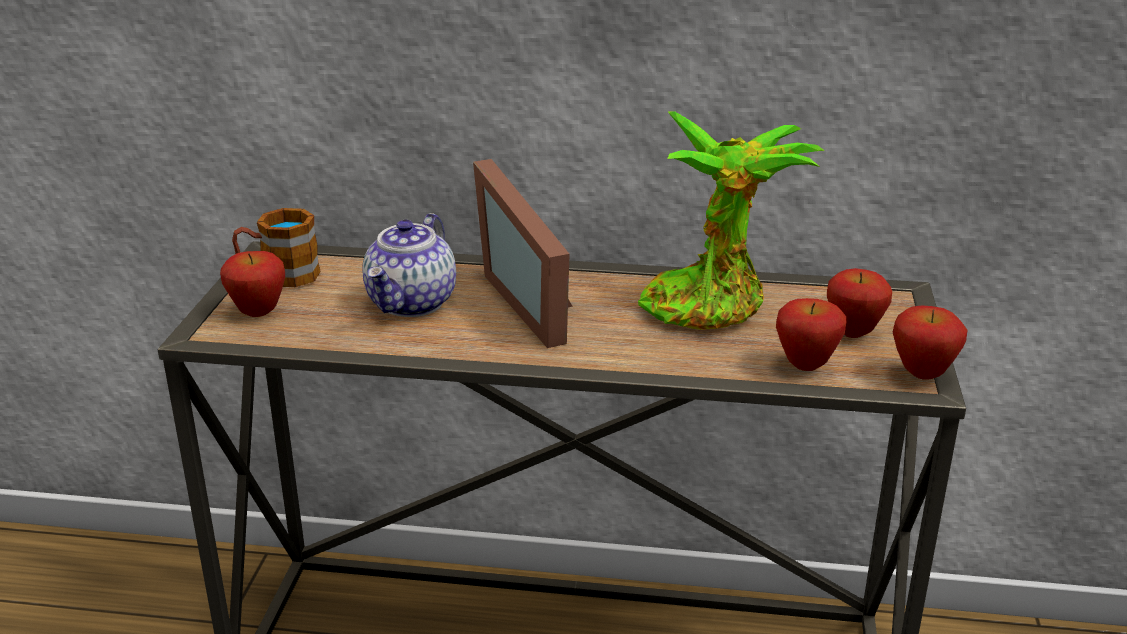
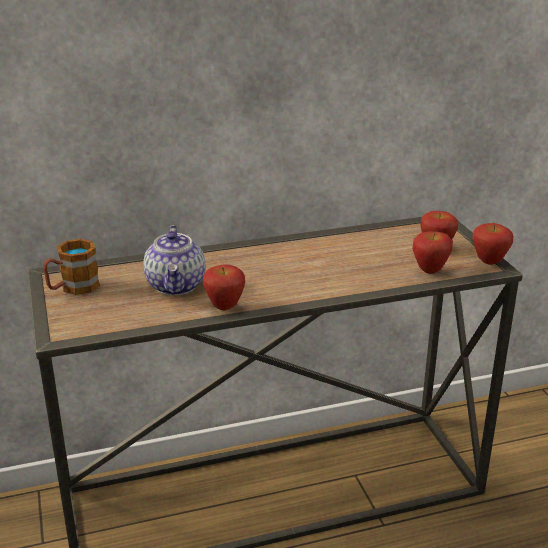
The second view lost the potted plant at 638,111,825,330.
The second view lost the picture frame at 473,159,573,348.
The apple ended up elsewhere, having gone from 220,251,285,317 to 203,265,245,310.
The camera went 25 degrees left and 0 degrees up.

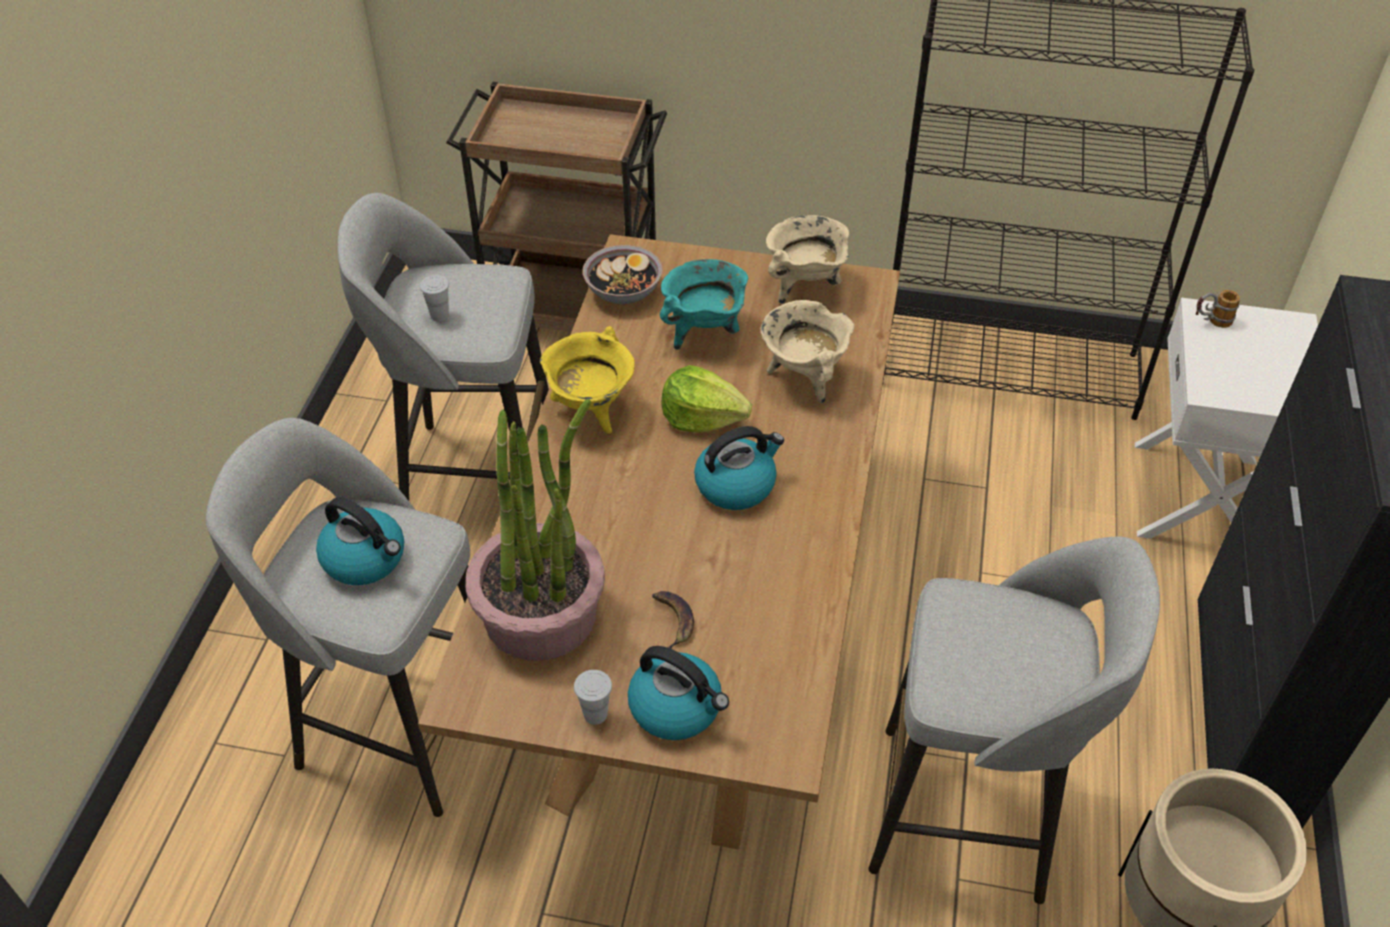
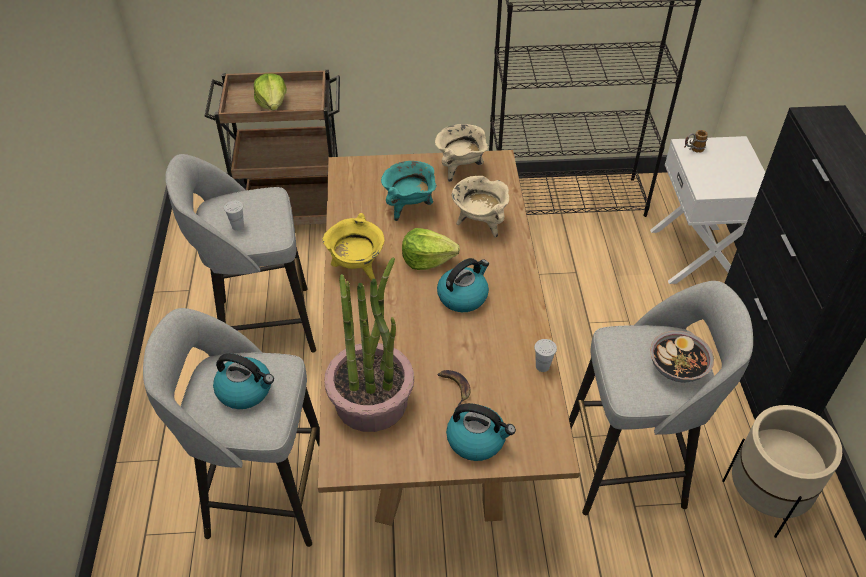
The bowl ended up elsewhere, having gone from 583,245,663,304 to 650,331,714,383.
The white cup ended up elsewhere, having gone from 574,670,612,725 to 534,339,557,372.
The second view gained the lettuce at 254,73,286,110.
The camera went 15 degrees left and 0 degrees up.

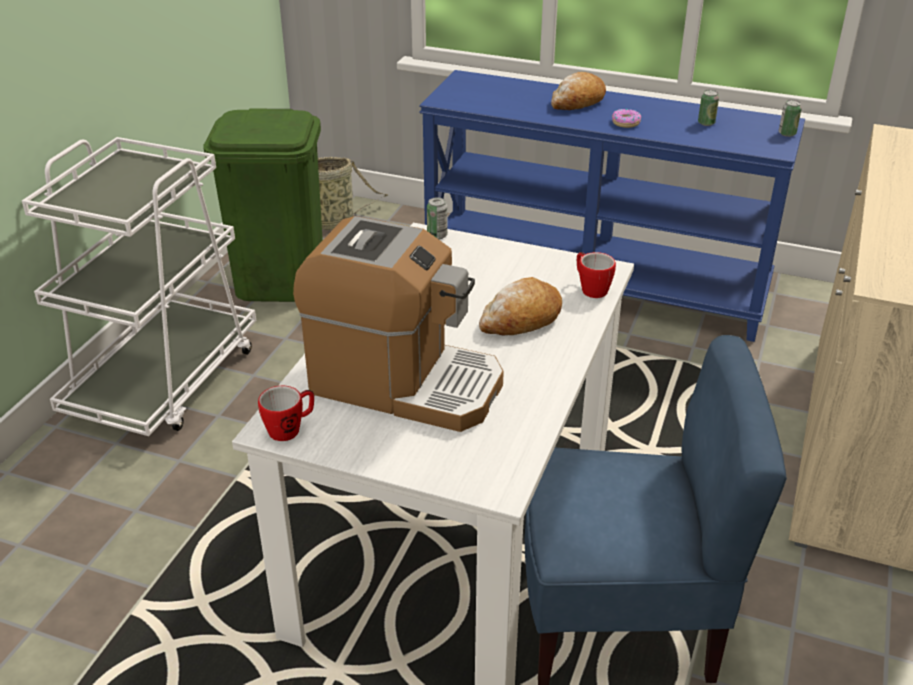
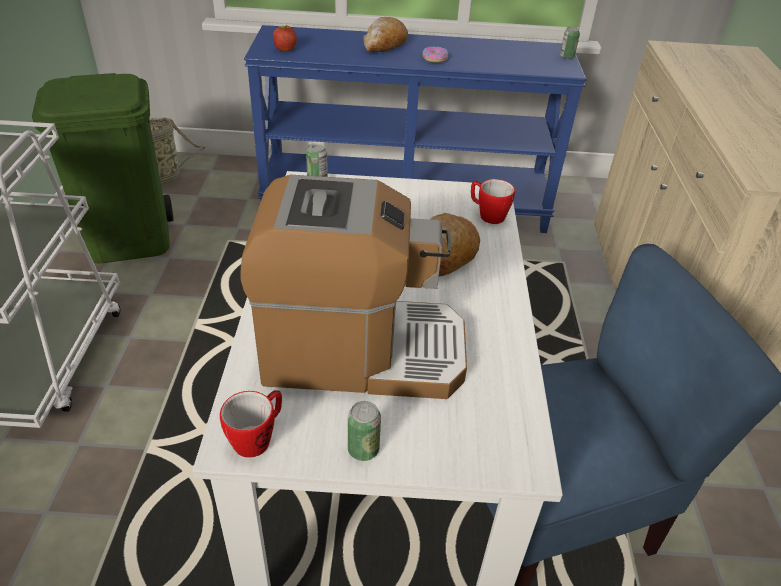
The can ended up elsewhere, having gone from 698,90,719,126 to 348,401,381,461.
The second view gained the apple at 273,25,297,51.
The camera went 20 degrees left and 5 degrees up.

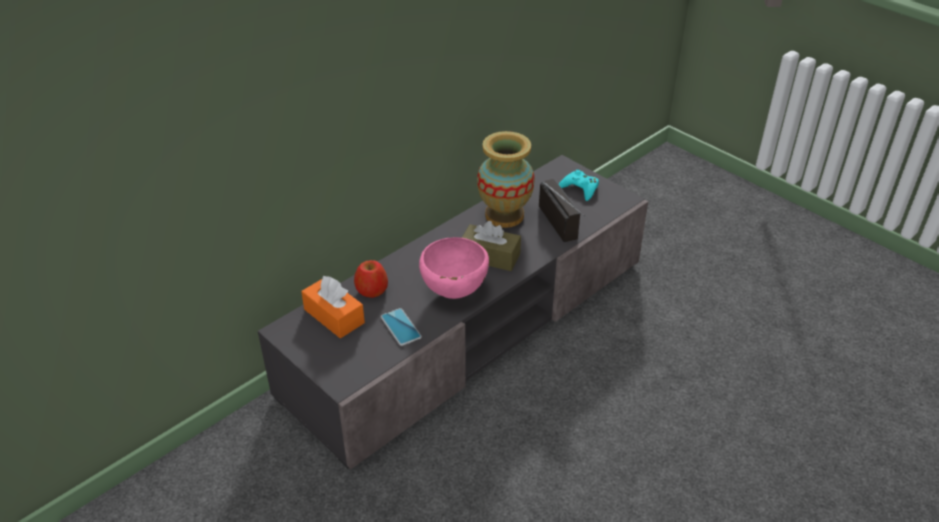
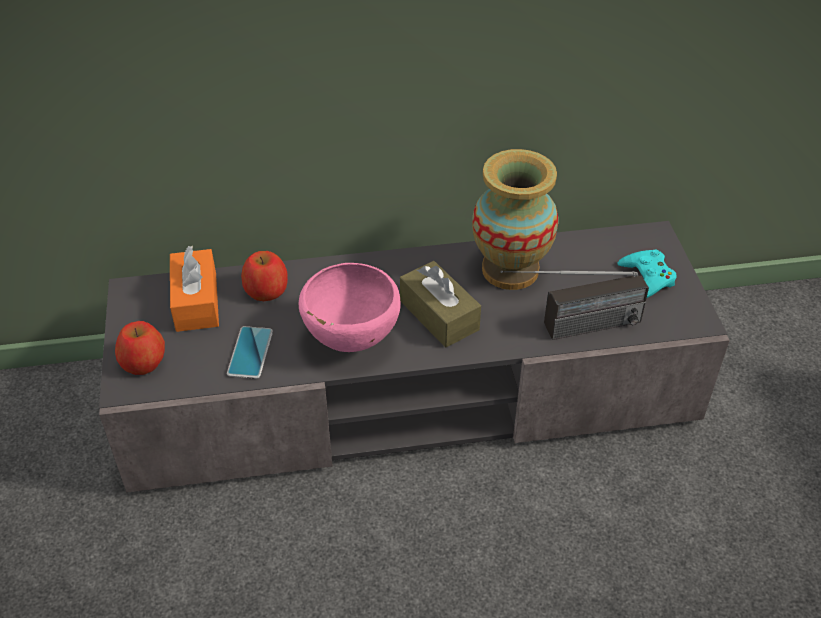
The radio at 539,179,586,242 ended up facing another way, 60 degrees clockwise from before.
The second view gained the apple at 115,321,165,375.
The camera went 35 degrees right and 5 degrees up.

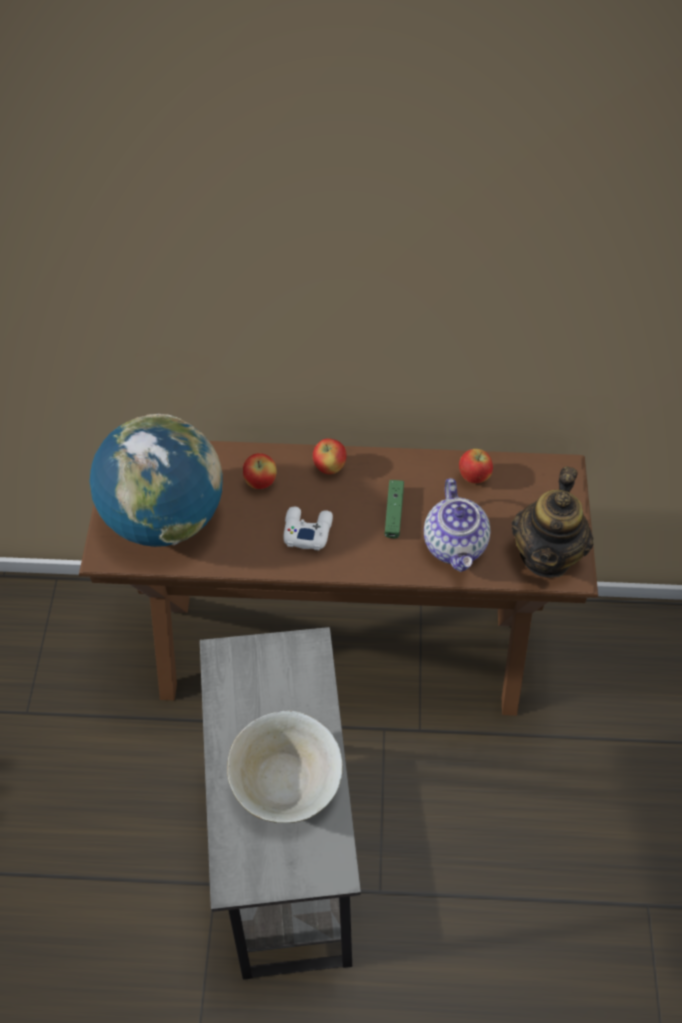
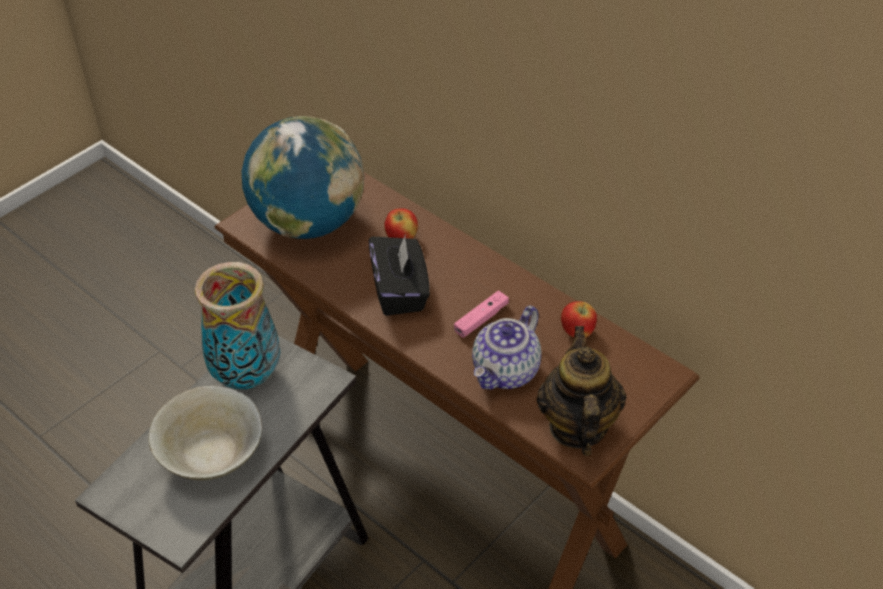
The second view lost the apple at 313,438,347,474.
The teapot at 511,466,594,578 ended up facing another way, 120 degrees clockwise from before.
What was the green game controller at 385,480,404,538 turned into the pink game controller at 454,291,509,338.
Where the white game controller stood at 283,507,333,551, the black tissue box came to stand at 369,234,430,316.
The second view gained the vase at 195,262,281,389.
The camera went 40 degrees right and 10 degrees down.

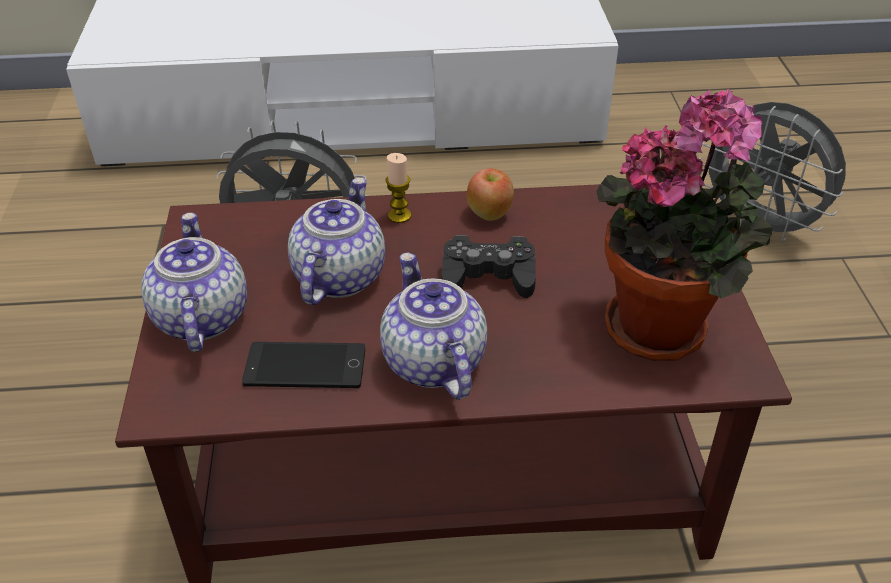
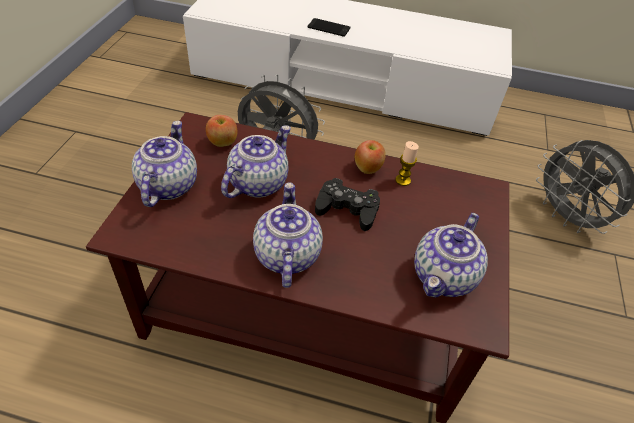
Where the potted plant stood at 596,89,772,361, the teapot came to stand at 414,213,488,298.
The candle ended up elsewhere, having gone from 385,153,411,223 to 395,141,419,186.
The phone ended up elsewhere, having gone from 242,342,365,388 to 308,18,350,37.
The second view gained the apple at 206,115,237,147.
The camera went 15 degrees right and 5 degrees up.

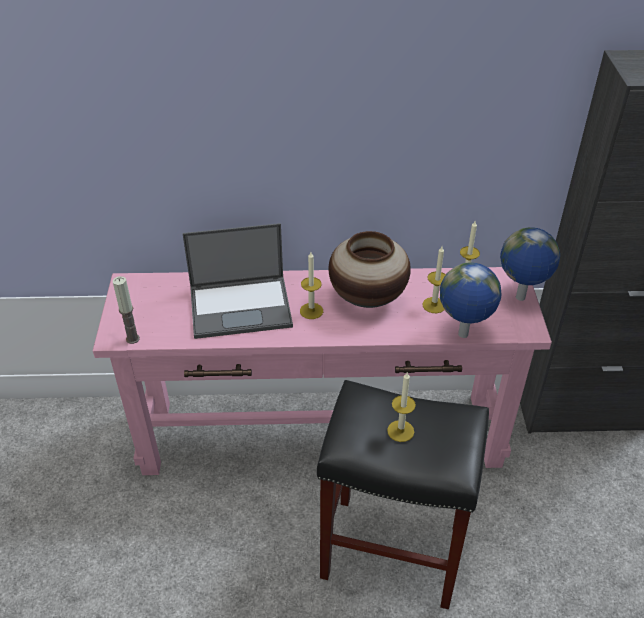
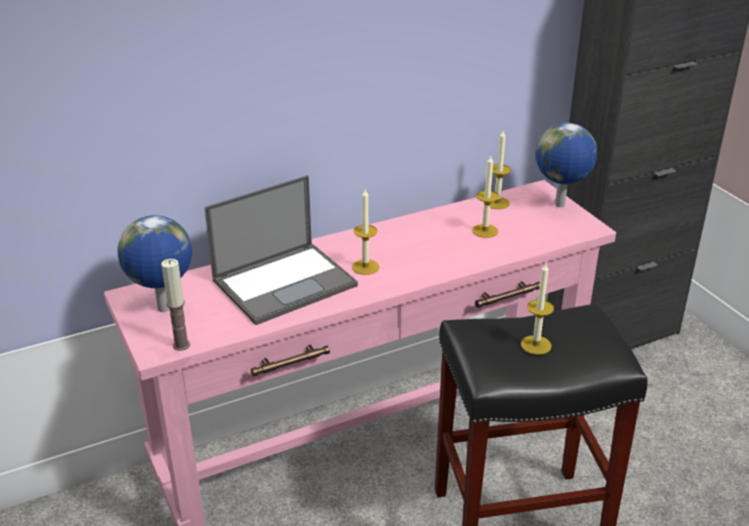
The second view lost the vase at 329,231,411,308.
The globe ended up elsewhere, having gone from 440,262,501,338 to 117,215,192,312.
The camera went 25 degrees left and 10 degrees down.

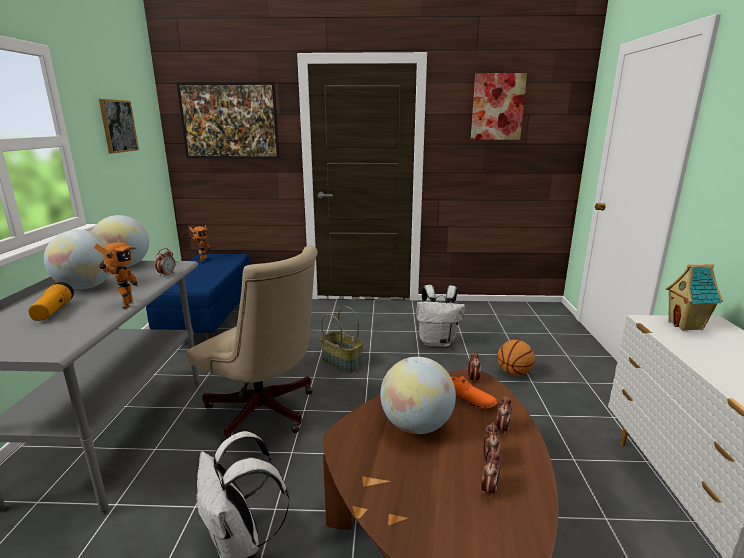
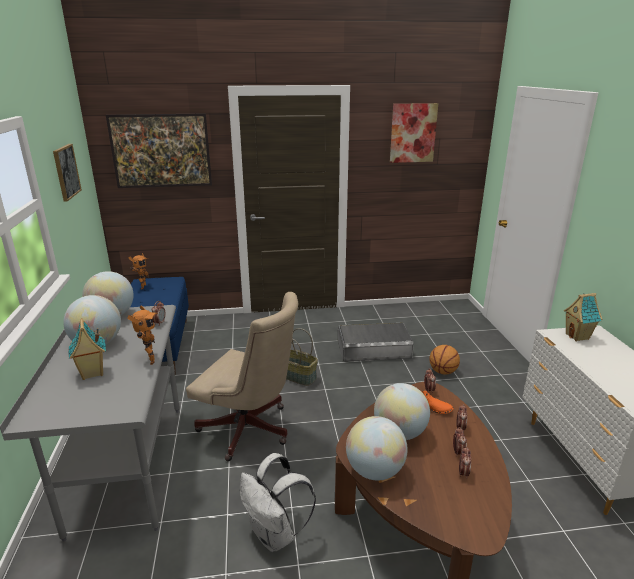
Where the flashlight stood at 28,282,74,321, the toy house came to stand at 69,318,106,380.
Where the white backpack stood at 416,285,465,347, the grey storage box came to stand at 338,323,414,362.
The second view gained the globe at 346,416,407,480.
The camera went 10 degrees left and 5 degrees up.

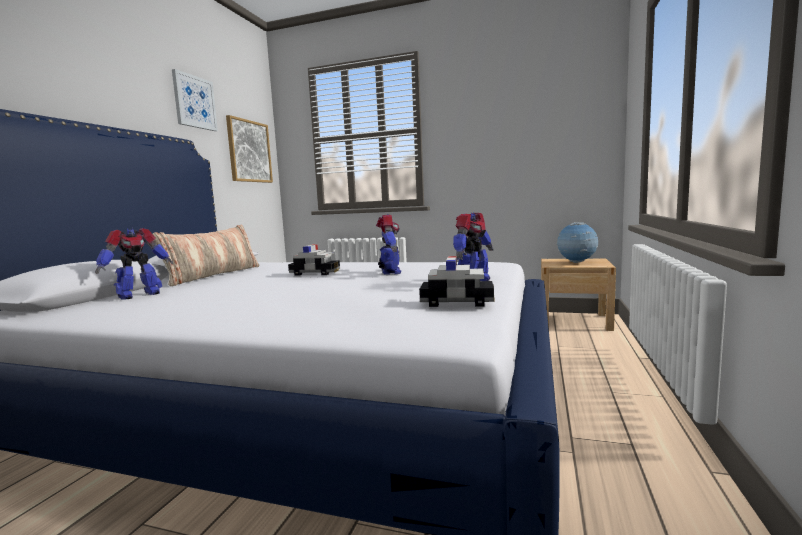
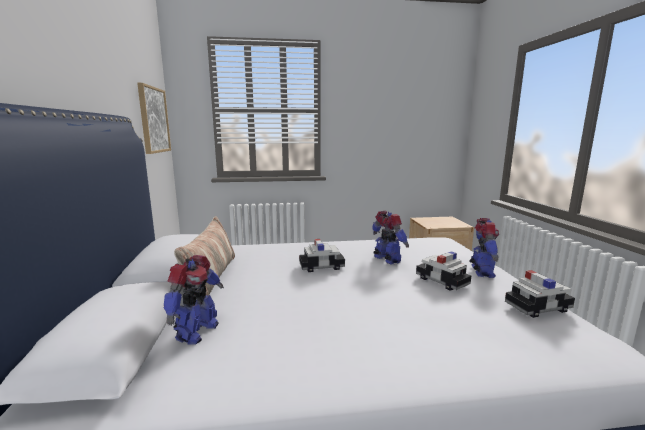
The second view lost the picture at 172,69,218,131.
The second view lost the globe at 557,222,598,263.
The second view gained the toy car at 416,251,472,291.
The camera went 25 degrees left and 5 degrees up.

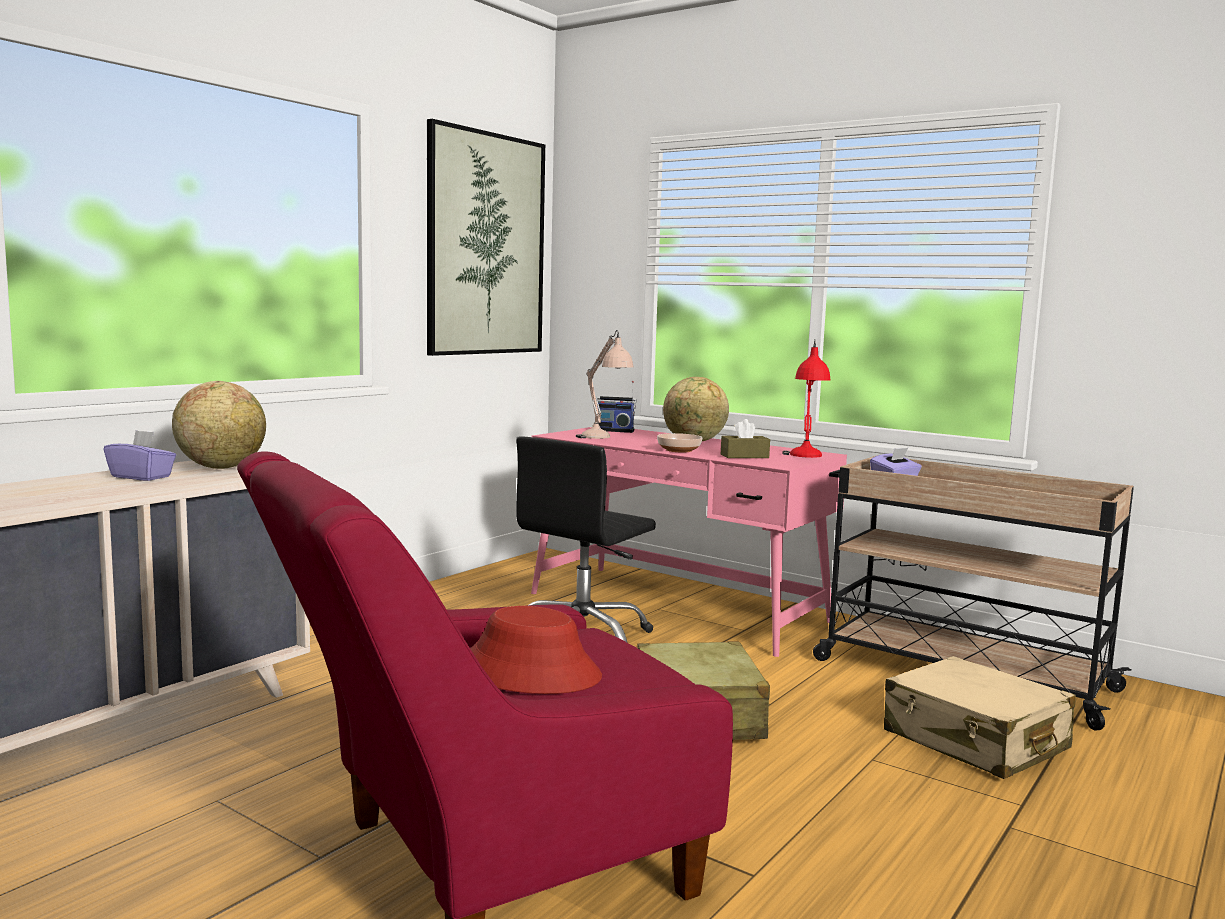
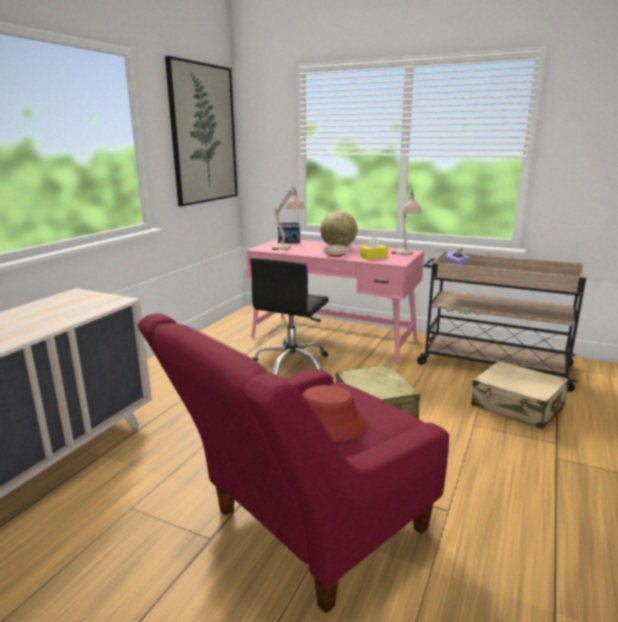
What was the red table lamp at 783,339,830,458 turned into the beige table lamp at 392,190,421,255.
The second view lost the globe at 172,381,266,469.
What was the brown tissue box at 721,419,770,458 turned into the yellow tissue box at 360,236,388,260.
The second view lost the purple tissue box at 104,430,176,481.
The camera went 10 degrees left and 10 degrees up.

